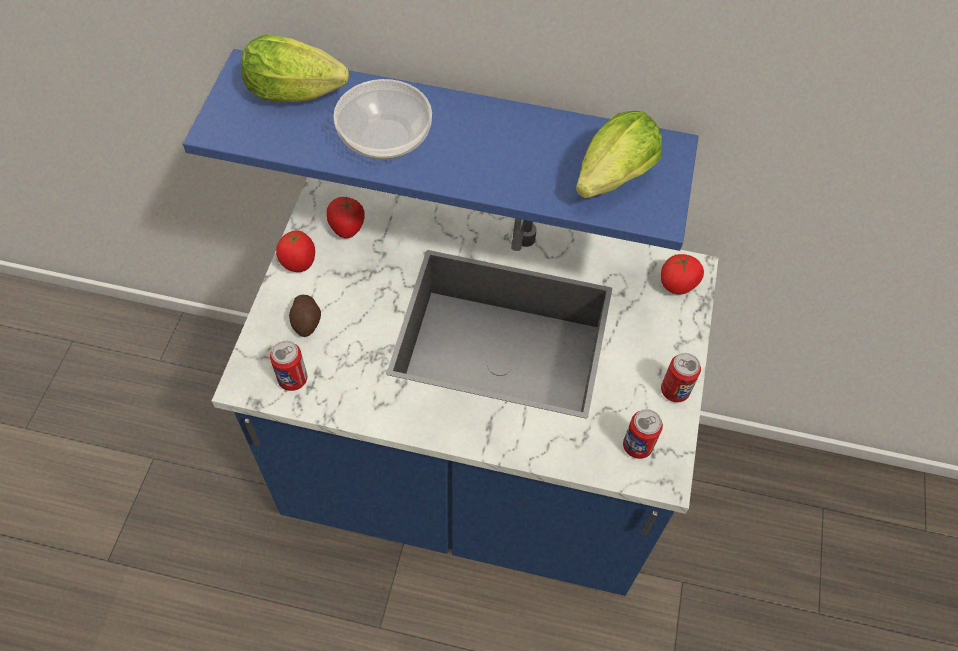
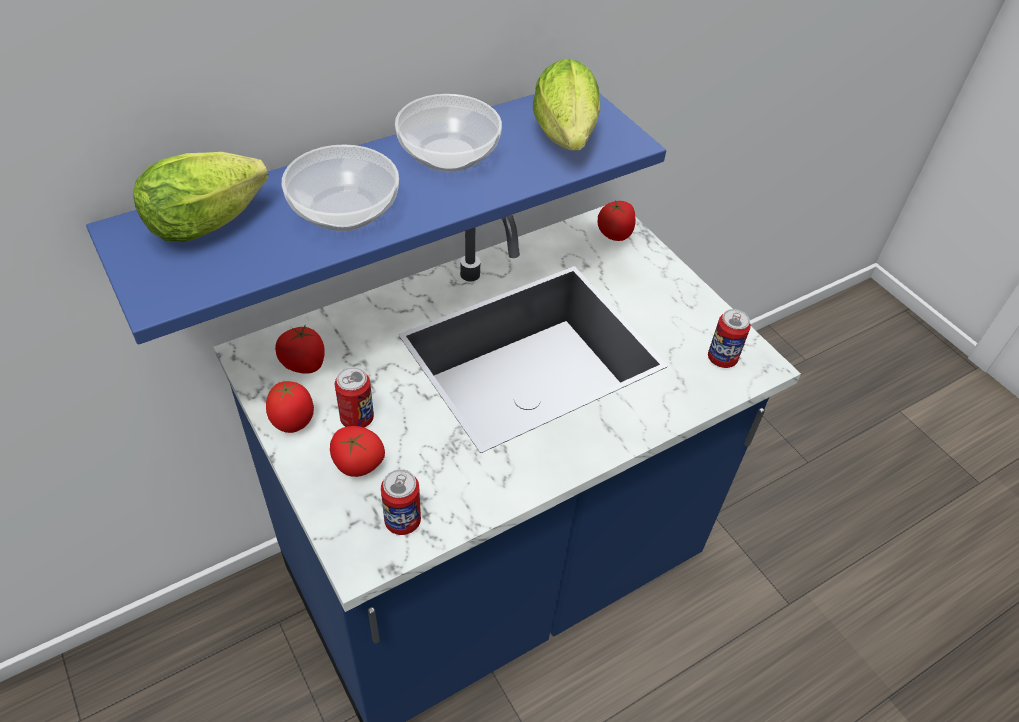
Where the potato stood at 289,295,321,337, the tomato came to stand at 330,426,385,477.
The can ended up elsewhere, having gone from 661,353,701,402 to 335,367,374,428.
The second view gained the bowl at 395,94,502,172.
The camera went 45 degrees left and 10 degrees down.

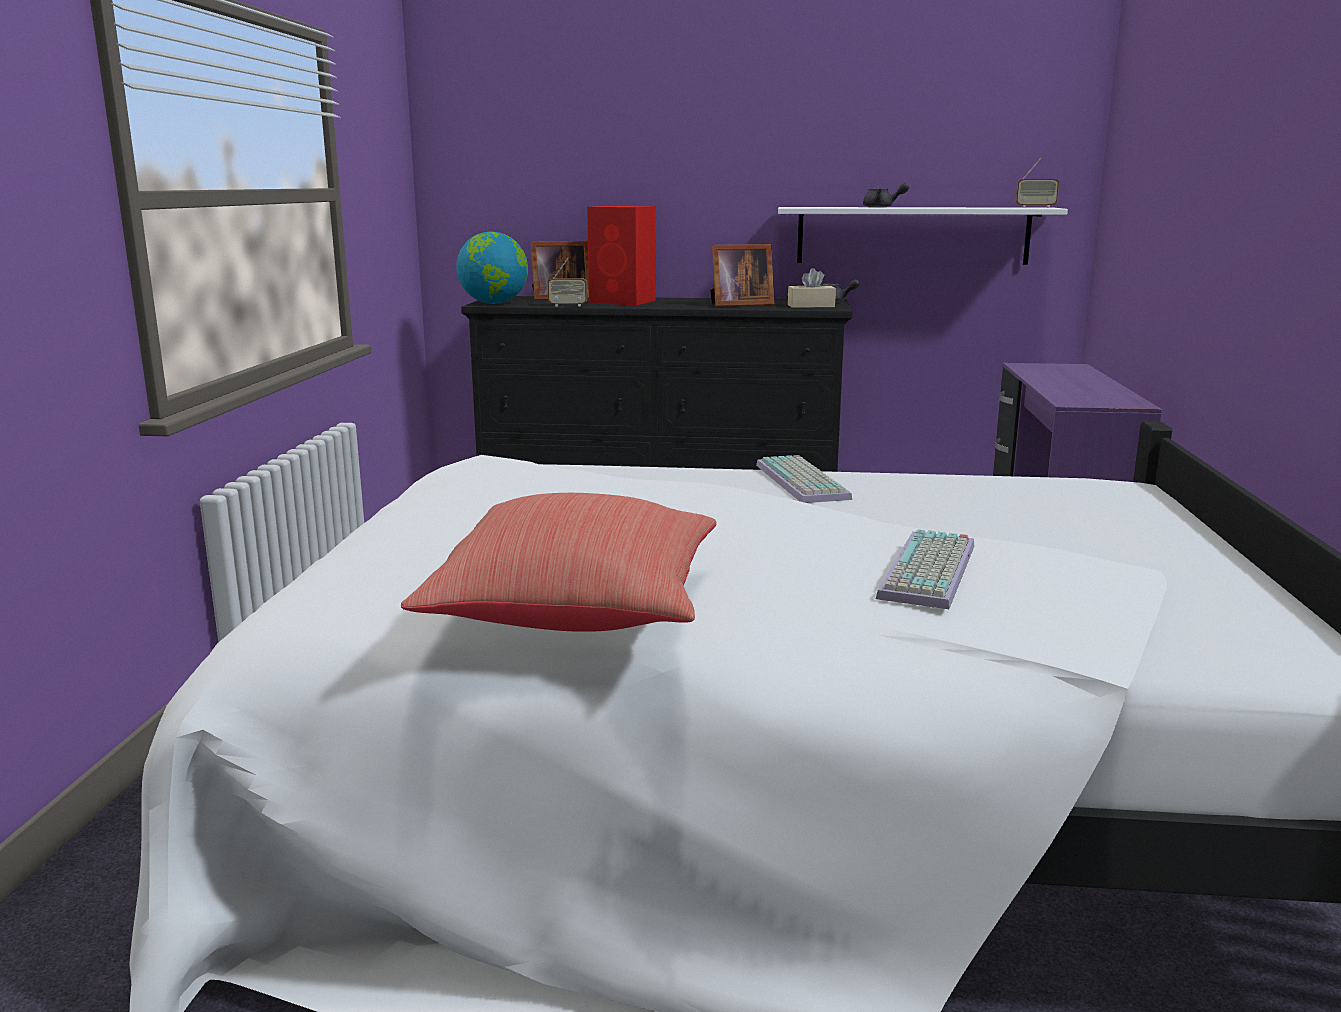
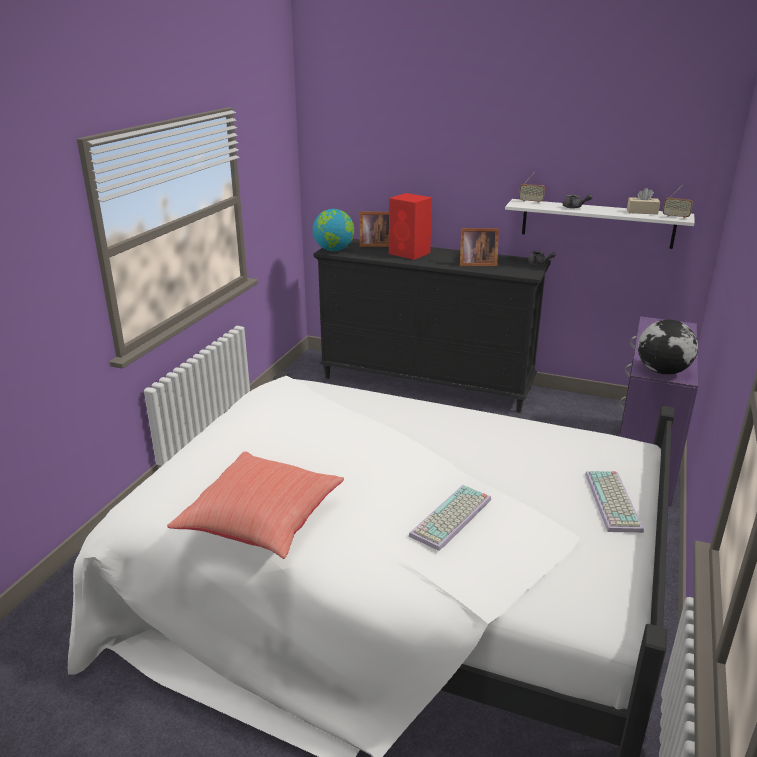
The radio ended up elsewhere, having gone from 547,258,588,307 to 519,172,545,203.
The beige tissue box ended up elsewhere, having gone from 788,268,836,308 to 627,188,660,215.
The keyboard ended up elsewhere, having gone from 756,455,852,503 to 585,471,644,533.
The second view gained the globe at 638,319,698,375.
The camera went 15 degrees right and 10 degrees up.

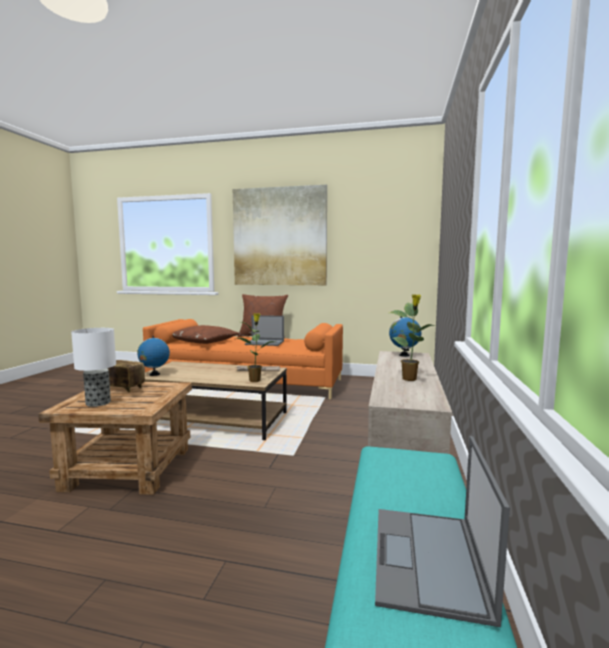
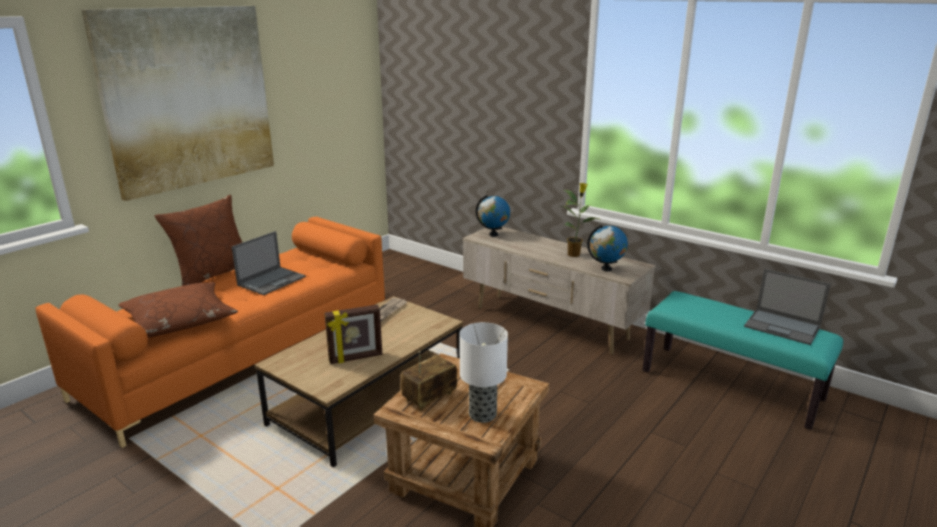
The second view lost the potted plant at 236,313,275,382.
The globe ended up elsewhere, having gone from 137,336,170,376 to 587,225,628,272.
The second view gained the picture frame at 324,304,382,364.
The camera went 65 degrees left and 15 degrees up.

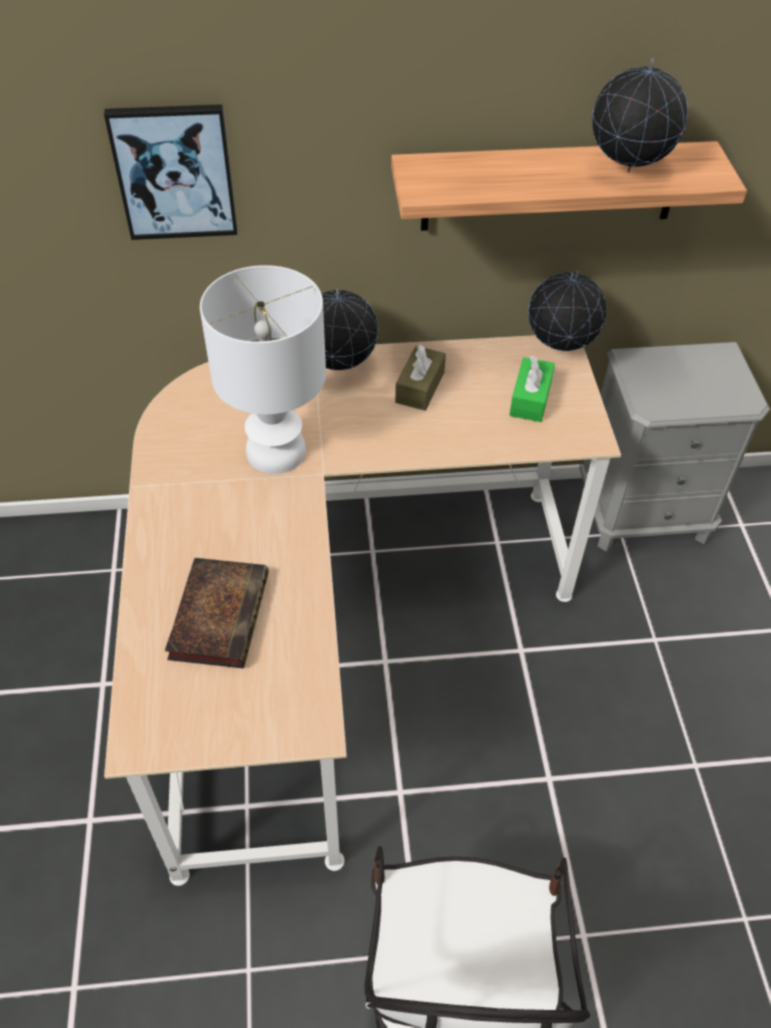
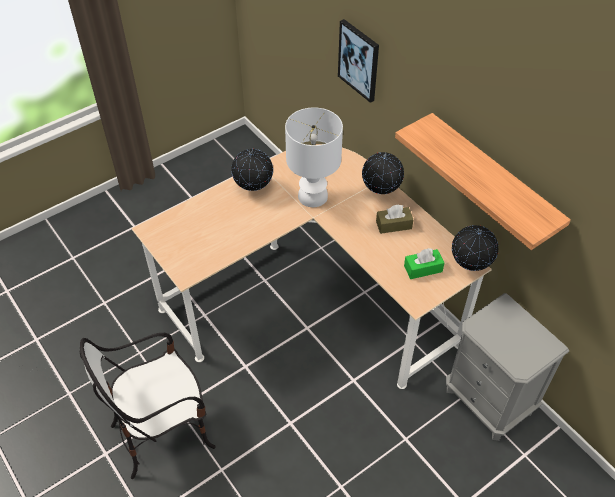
The globe ended up elsewhere, having gone from 592,58,688,172 to 231,149,273,191.
The second view lost the book at 165,558,269,668.
The camera went 60 degrees right and 0 degrees up.

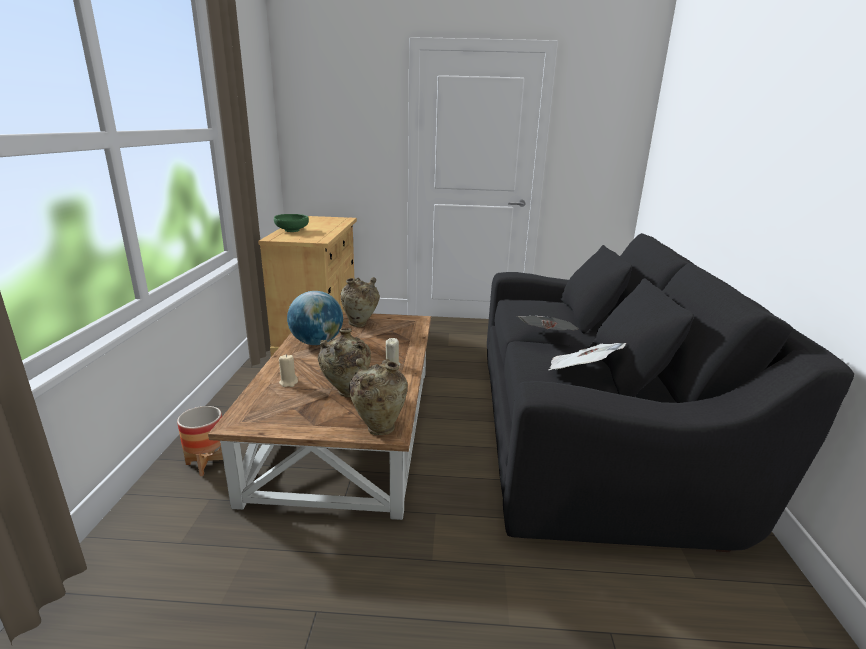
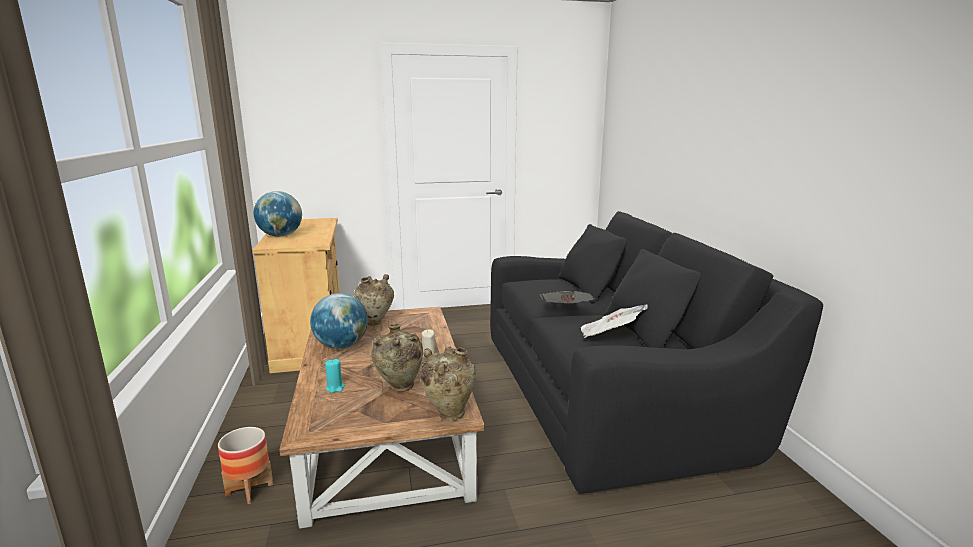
Where the green bowl stood at 274,214,309,232, the globe came to stand at 254,191,302,237.
What was the beige candle at 279,354,298,387 turned into the turquoise candle at 325,359,345,393.
The camera went 15 degrees left and 5 degrees down.

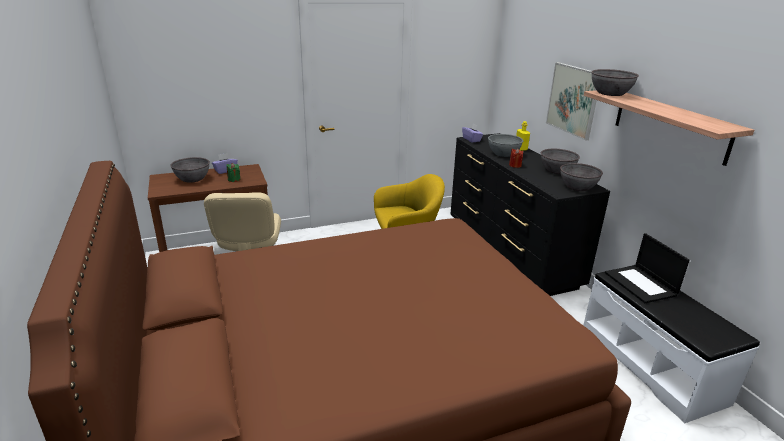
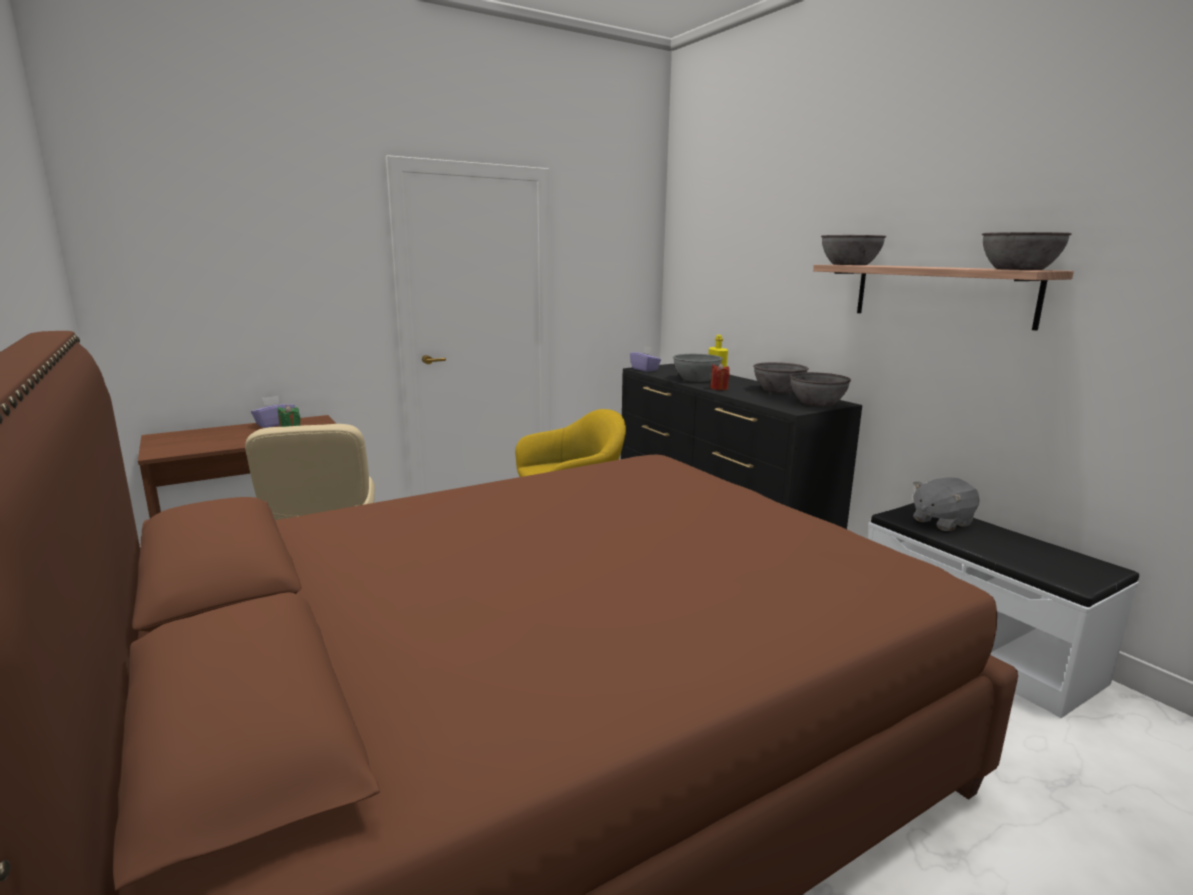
The second view lost the picture at 546,62,597,140.
The grey bowl ended up elsewhere, having gone from 170,157,210,183 to 982,232,1072,270.
Where the laptop stood at 605,233,690,303, the grey plush toy came to stand at 913,477,980,531.
The camera went 10 degrees left and 10 degrees down.

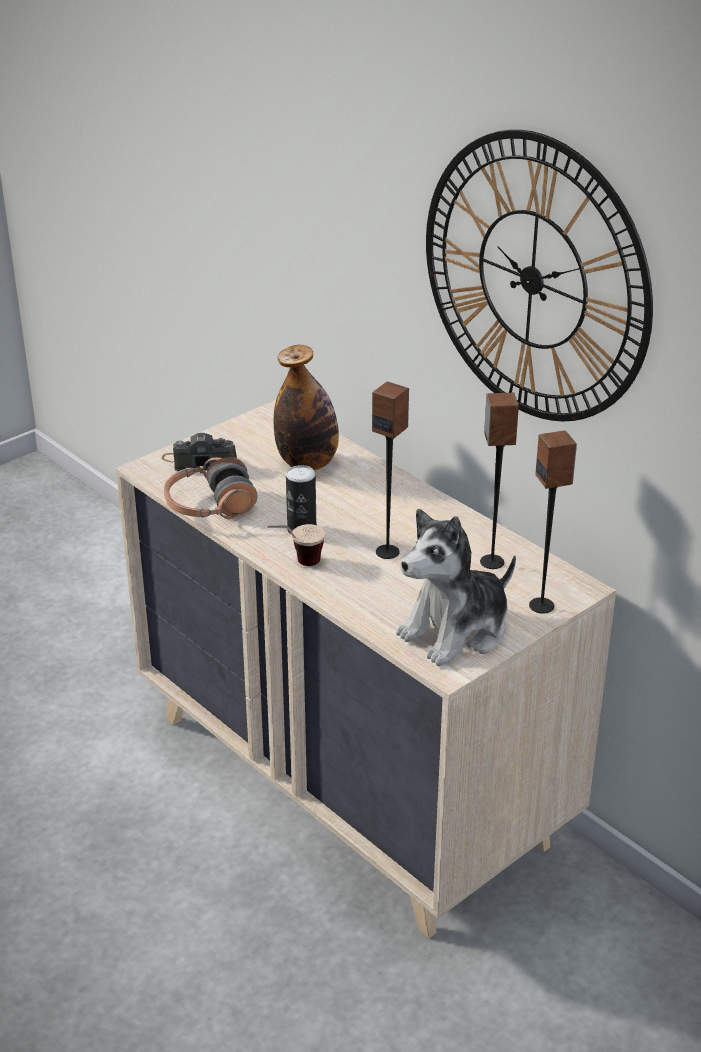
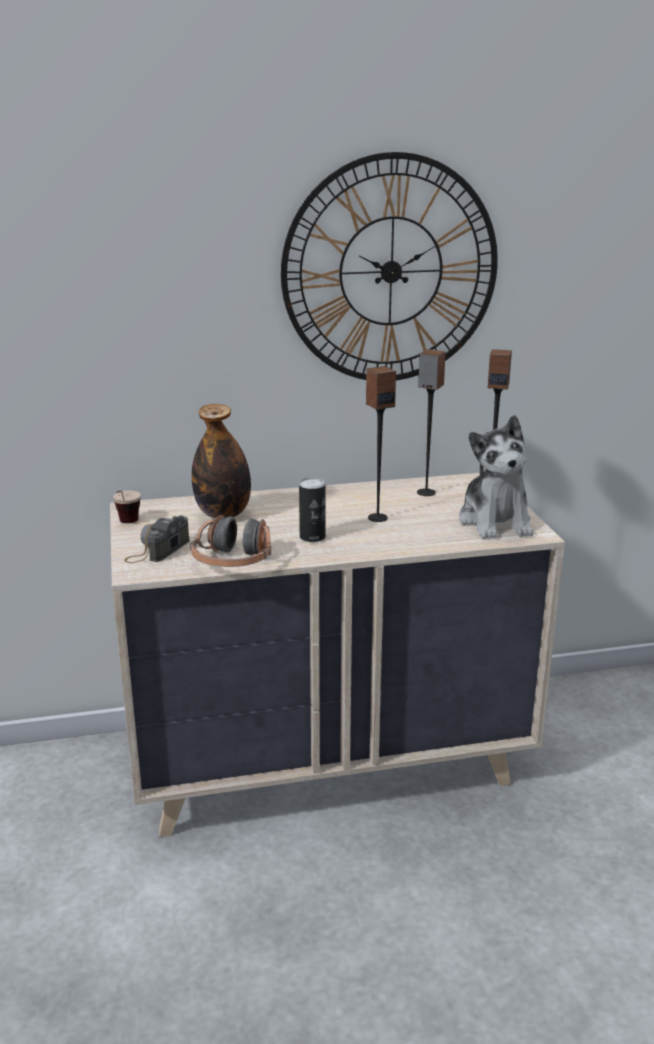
The cup ended up elsewhere, having gone from 267,524,325,566 to 113,490,141,523.
The camera went 60 degrees left and 10 degrees down.

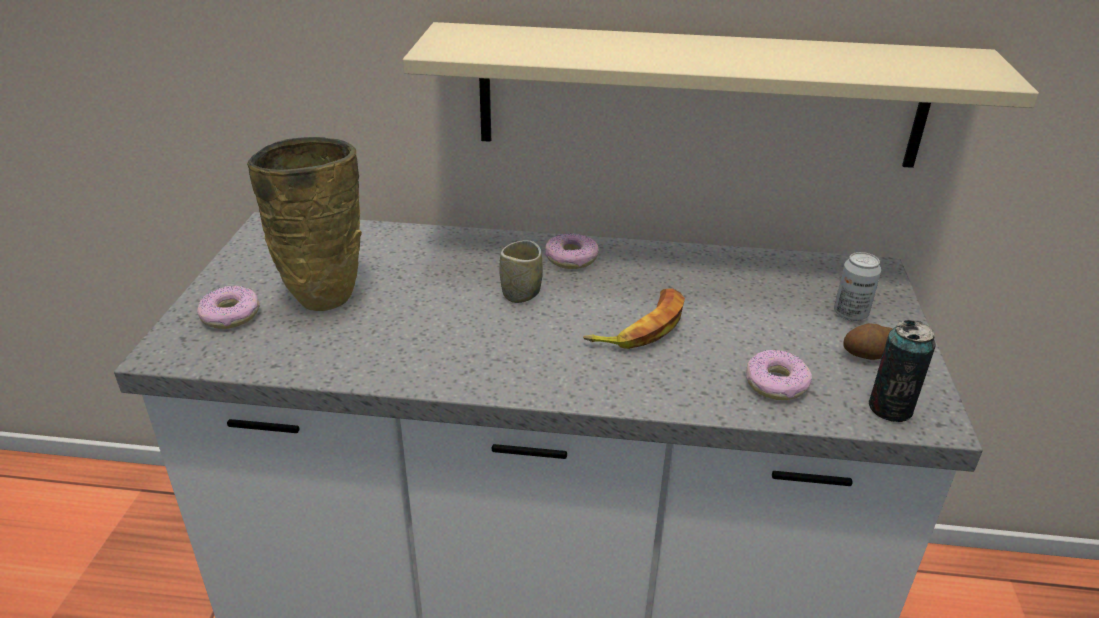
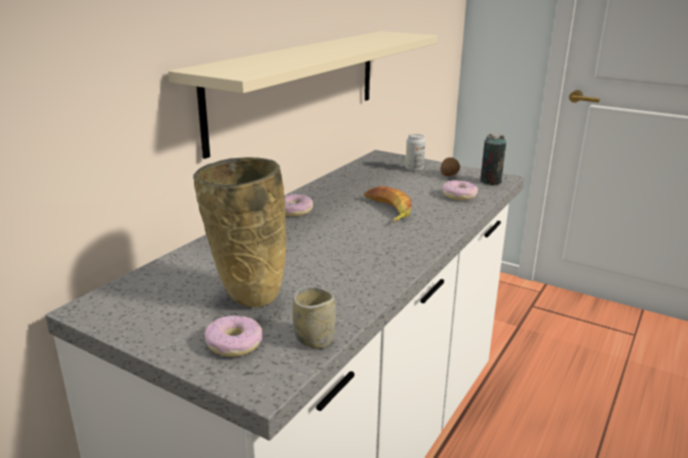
The cup ended up elsewhere, having gone from 499,240,543,303 to 293,286,336,349.
The camera went 65 degrees left and 10 degrees down.

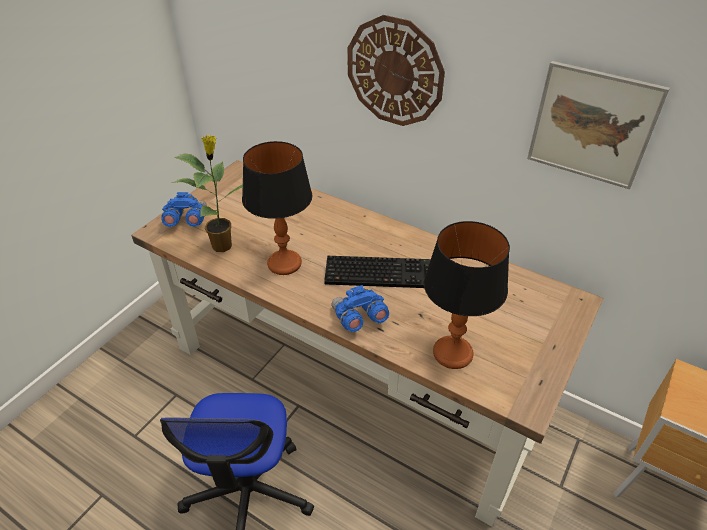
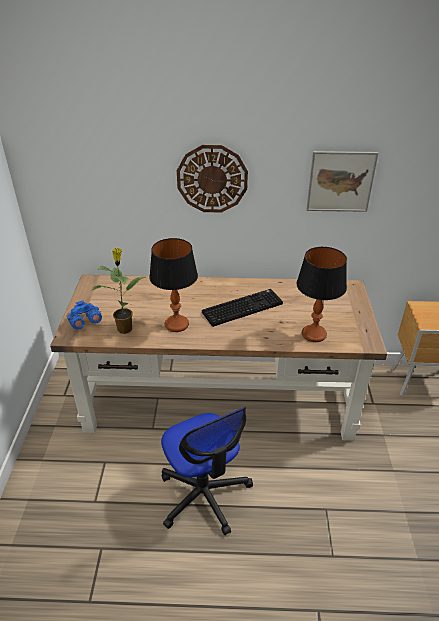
The second view lost the blue binoculars at 332,285,389,332.
The camera went 30 degrees left and 5 degrees down.

